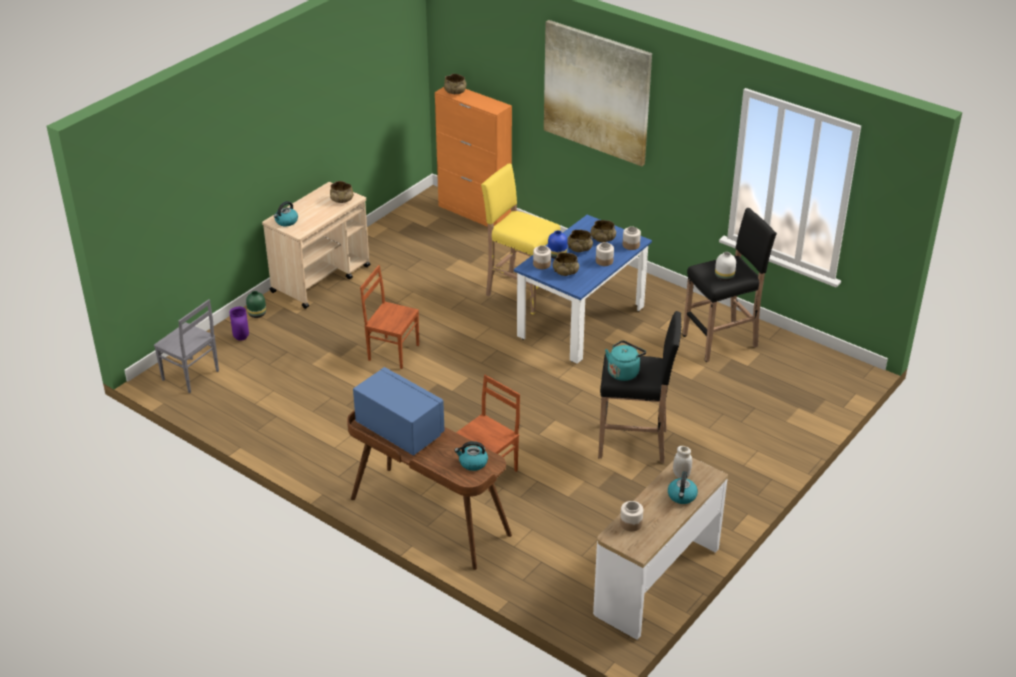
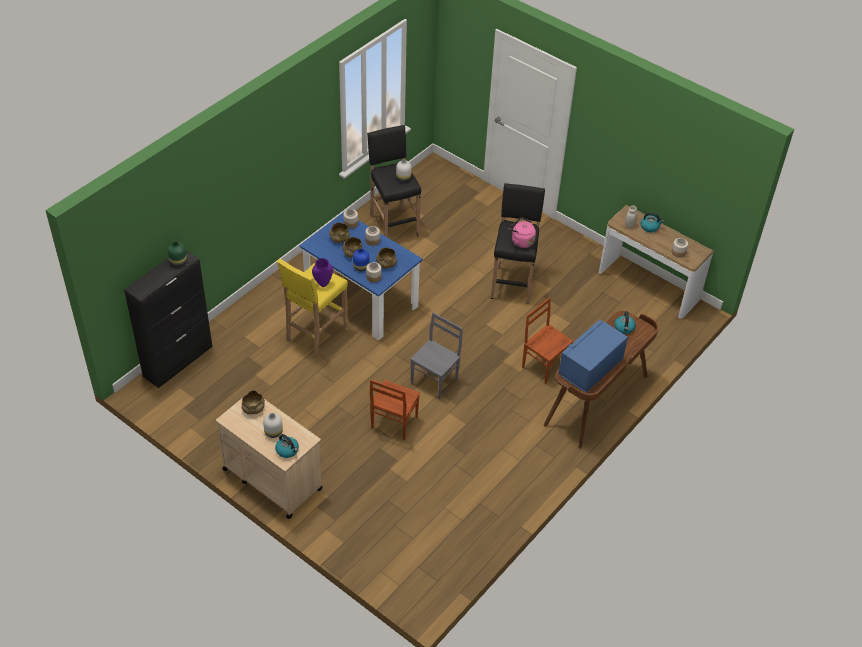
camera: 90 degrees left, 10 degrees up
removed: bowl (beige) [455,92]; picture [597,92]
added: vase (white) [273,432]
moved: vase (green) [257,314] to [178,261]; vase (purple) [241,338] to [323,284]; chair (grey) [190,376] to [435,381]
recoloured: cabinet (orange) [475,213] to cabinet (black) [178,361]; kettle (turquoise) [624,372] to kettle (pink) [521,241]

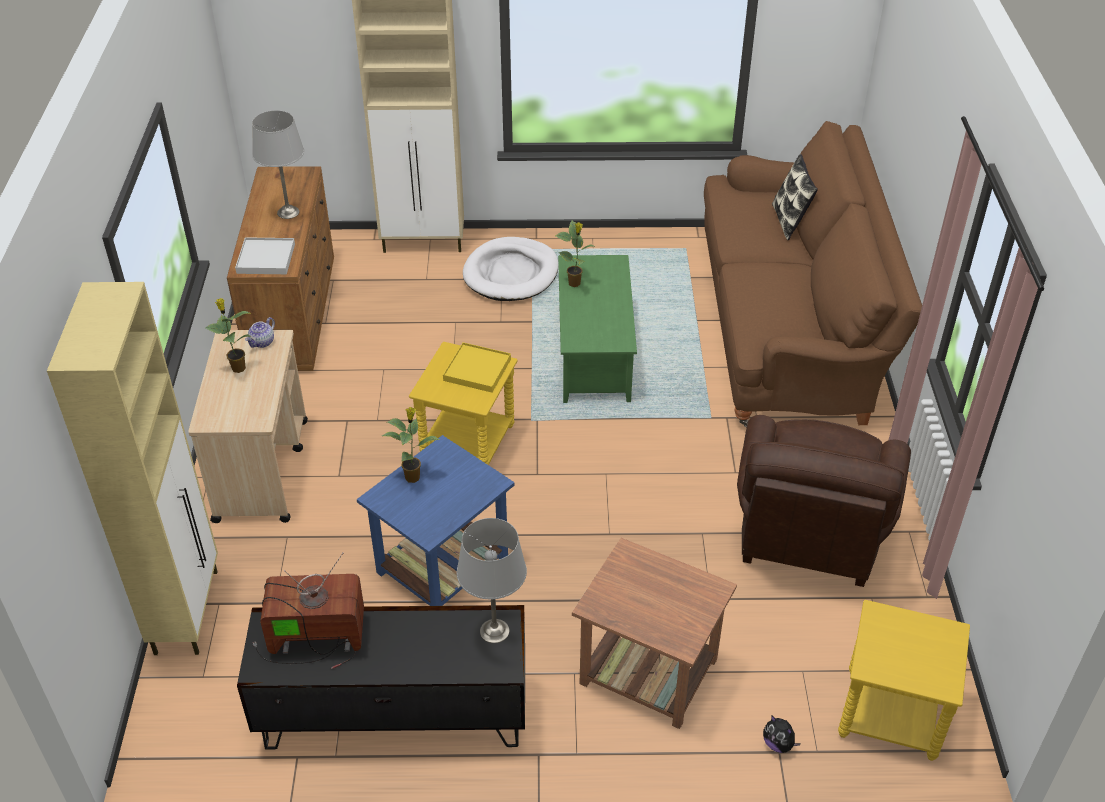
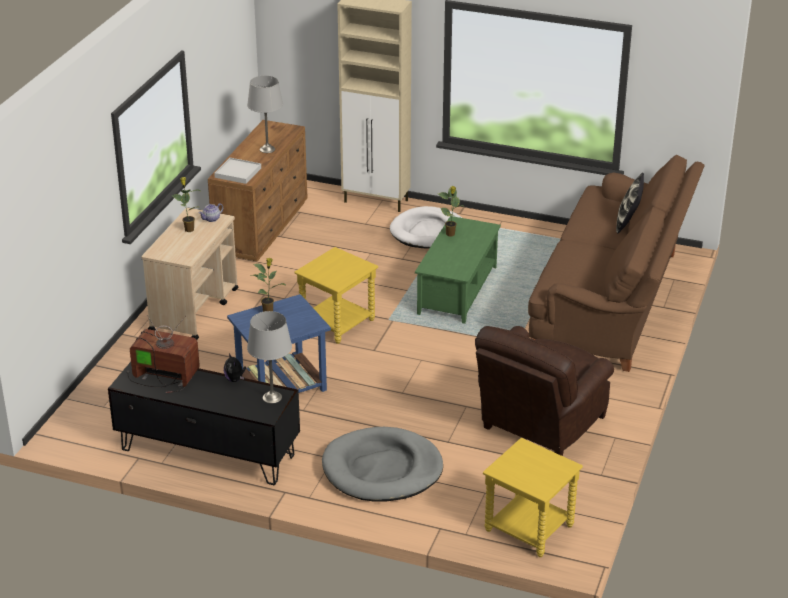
camera: 20 degrees right, 10 degrees down
removed: cabinet (beige) [187,610]; tray (yellow) [477,370]
moved: plush toy [778,744] to [235,379]
replaced: side table (brown) [650,672] to dog bed (grey) [382,469]

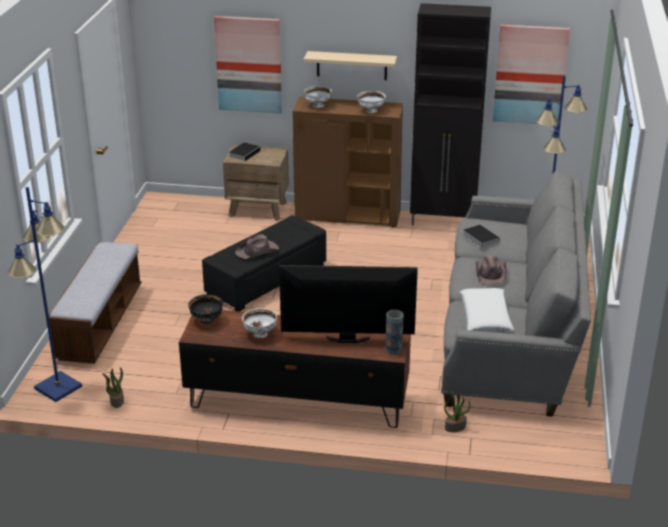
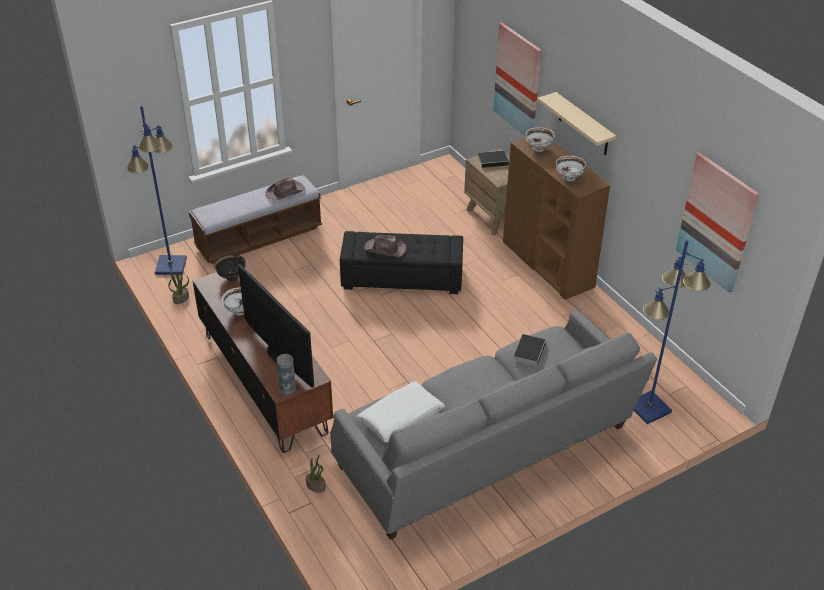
camera: 50 degrees right, 10 degrees up
removed: cabinet (black) [443,222]
moved: hat (brown) [491,273] to [285,192]

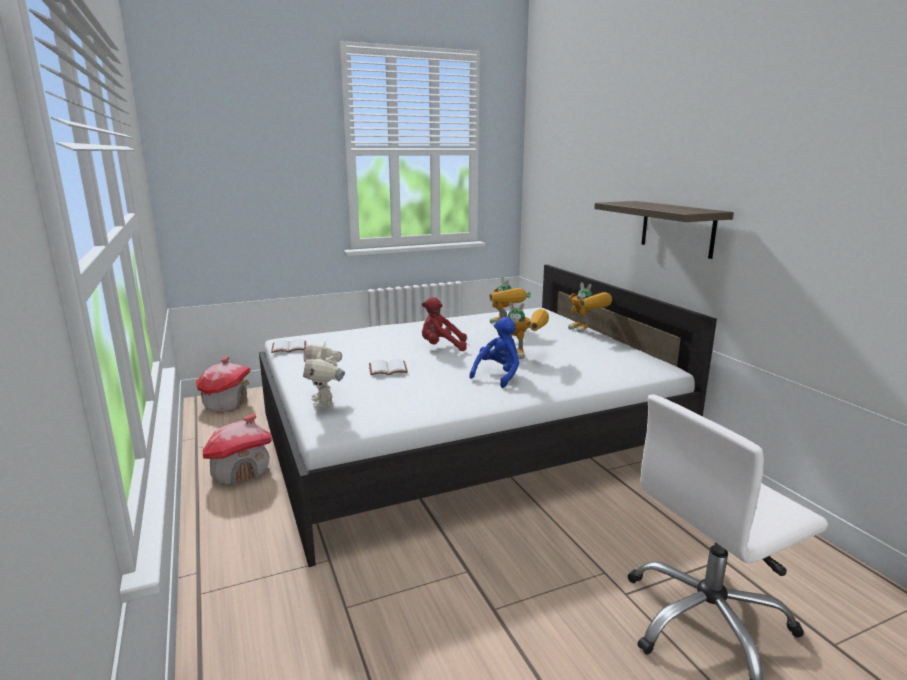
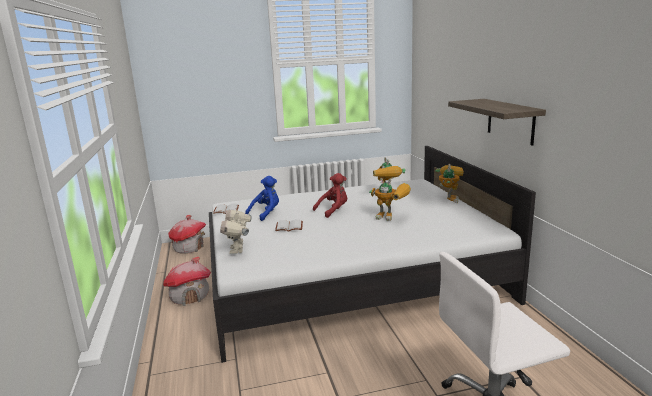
camera: 10 degrees right, 0 degrees up
moved: plush toy (blue) [498,375] to [266,213]
turned: plush toy (red) [441,347] = [333,210] 135 degrees clockwise; toy robot [587,331] = [450,198] 135 degrees counterclockwise

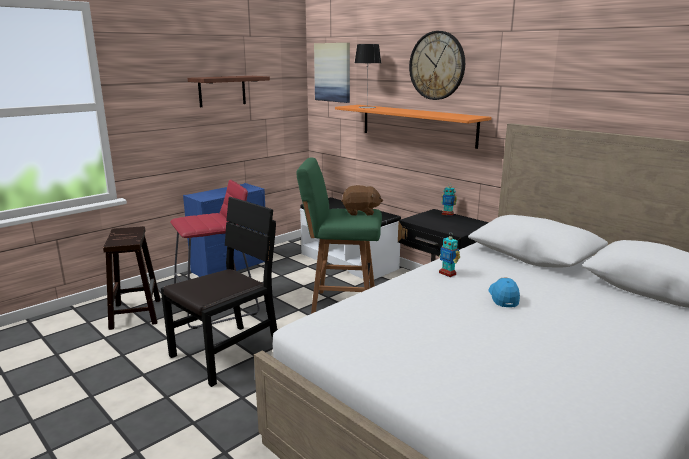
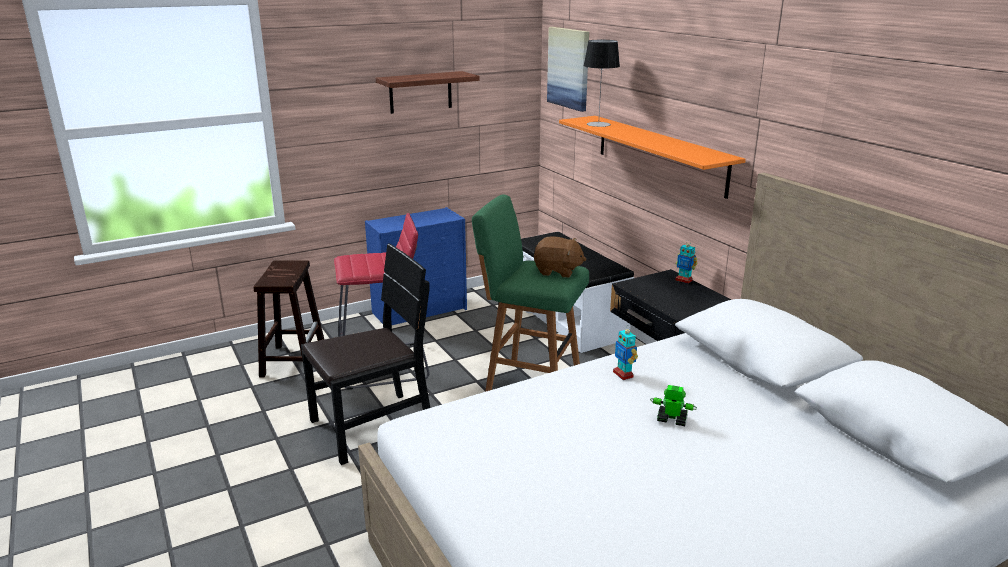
camera: 15 degrees right, 5 degrees up
removed: wall clock [437,65]
replaced: cap (blue) [503,297] to toy robot [671,419]

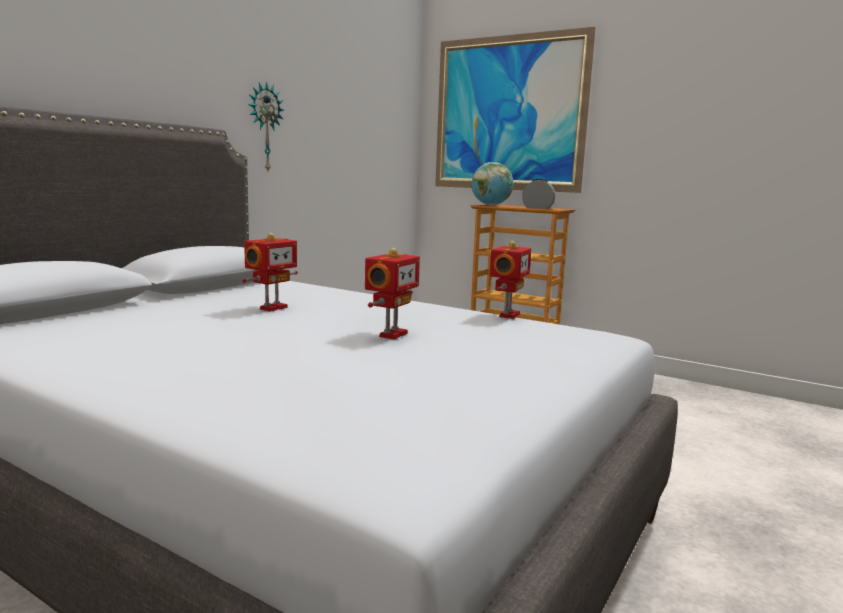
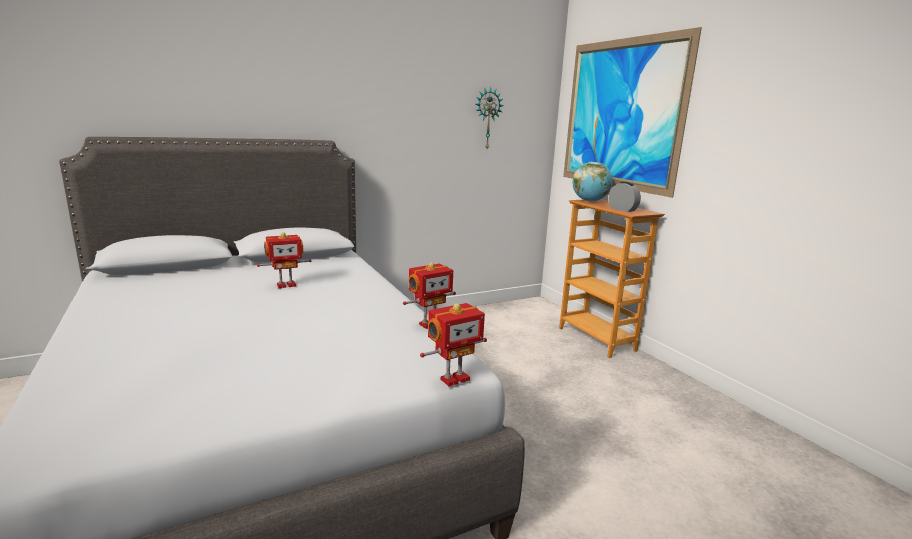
camera: 30 degrees right, 5 degrees up
moved: toy robot [391,335] to [454,378]; wall clock [264,127] to [487,119]

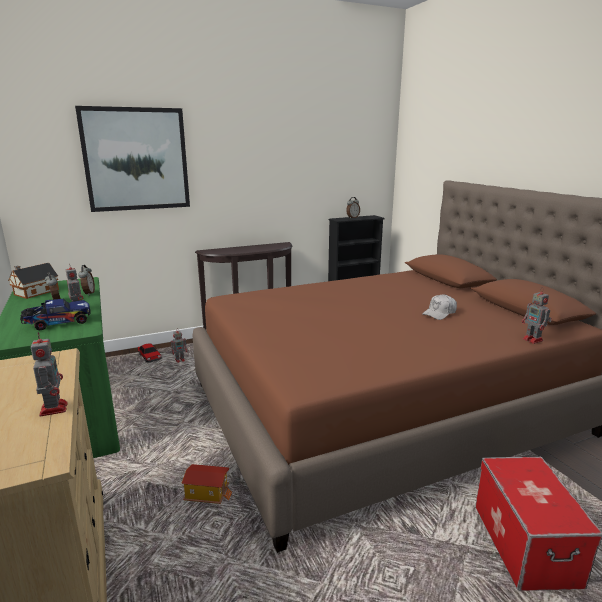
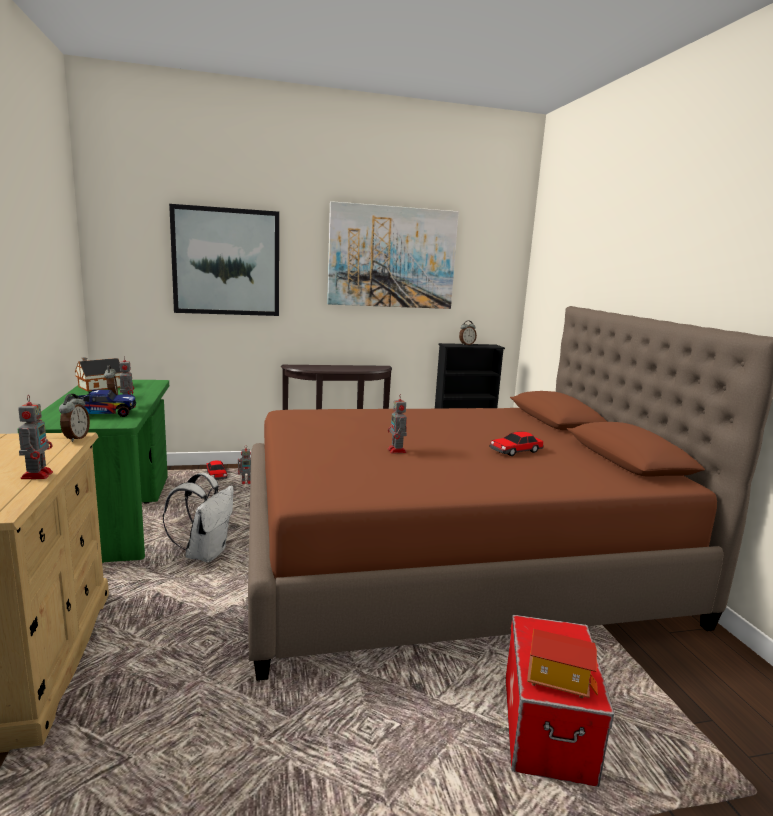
camera: 10 degrees right, 5 degrees down
added: backpack (white) [205,553]; picture [392,257]
moved: alarm clock [88,293] to [75,438]; toy robot [533,340] to [397,451]; toy house [207,494] to [558,679]
replaced: cap (white) [439,313] to toy car [515,451]

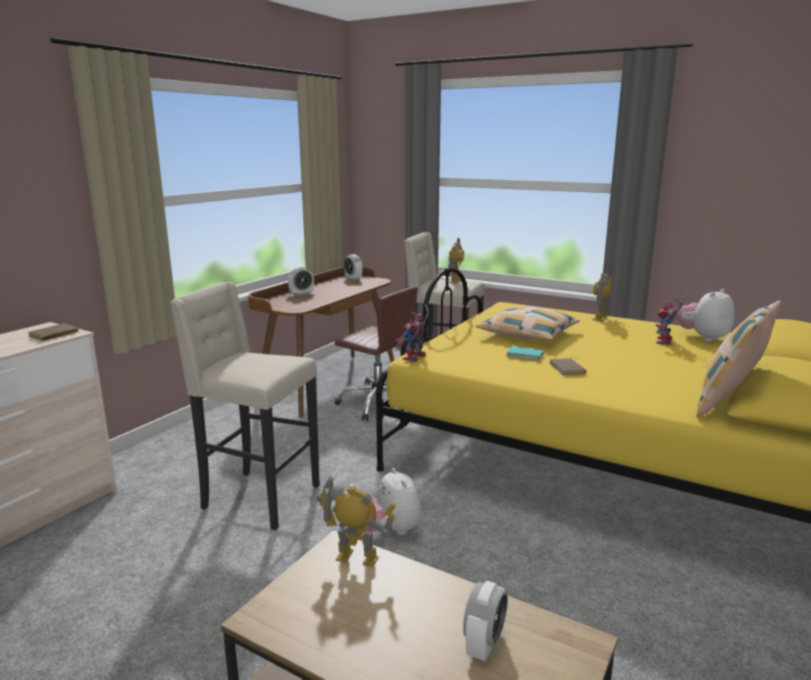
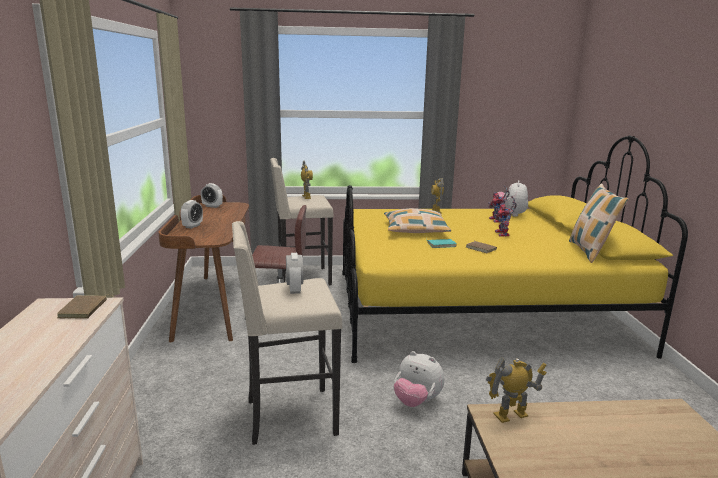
camera: 35 degrees left, 0 degrees up
moved: alarm clock [484,644] to [294,289]; toy robot [414,358] to [504,234]

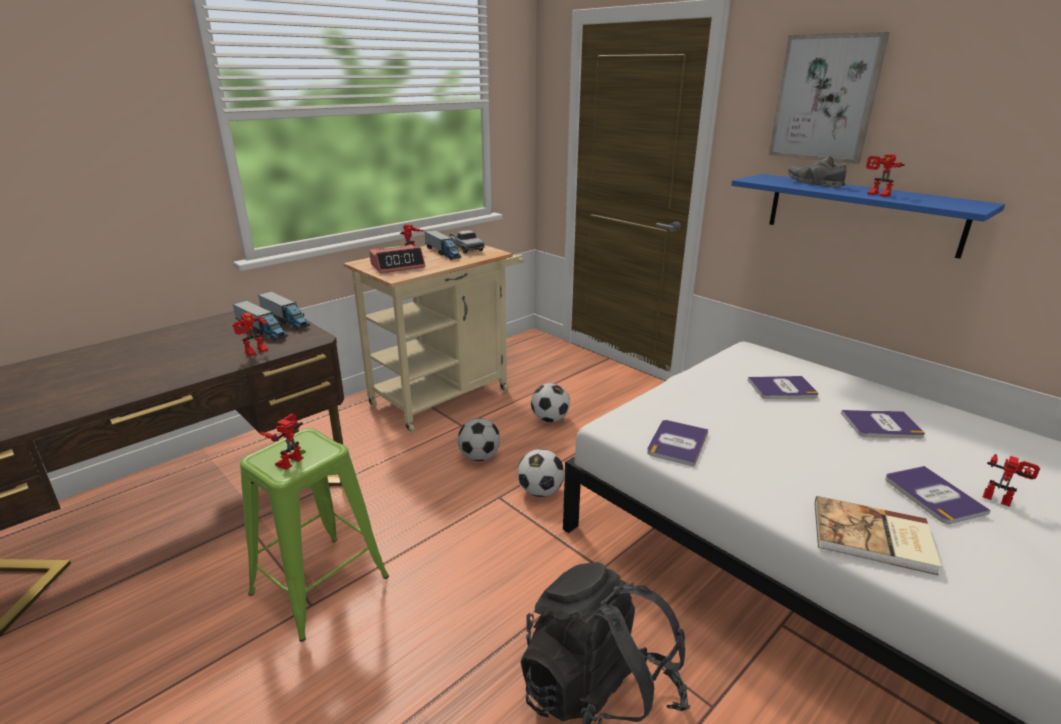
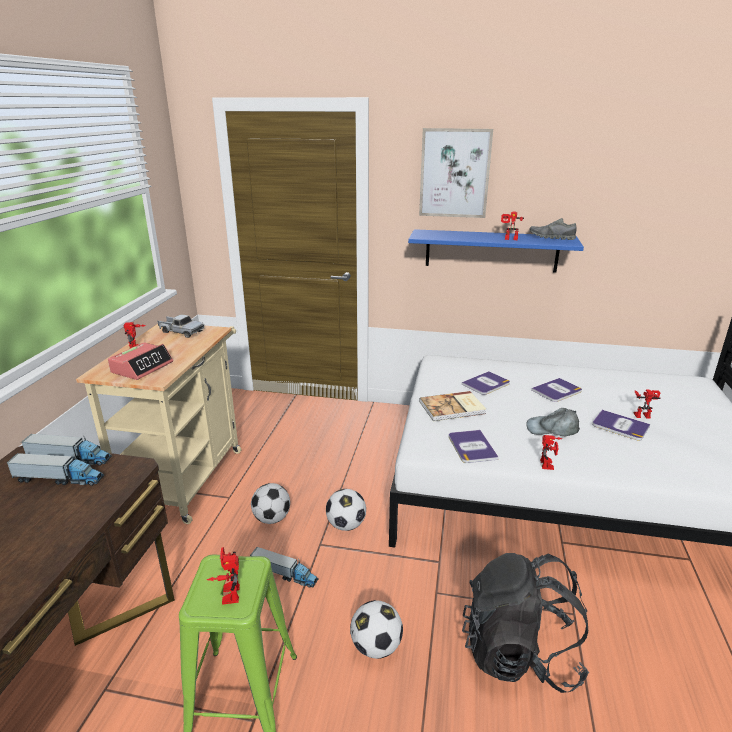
camera: 35 degrees left, 0 degrees up
added: cap (grey) [552,428]
moved: toy truck [443,252] to [284,574]; football [550,419] to [376,646]; book [873,538] to [453,408]; shoe (grey) [814,183] to [551,238]; toy robot [256,352] to [549,465]

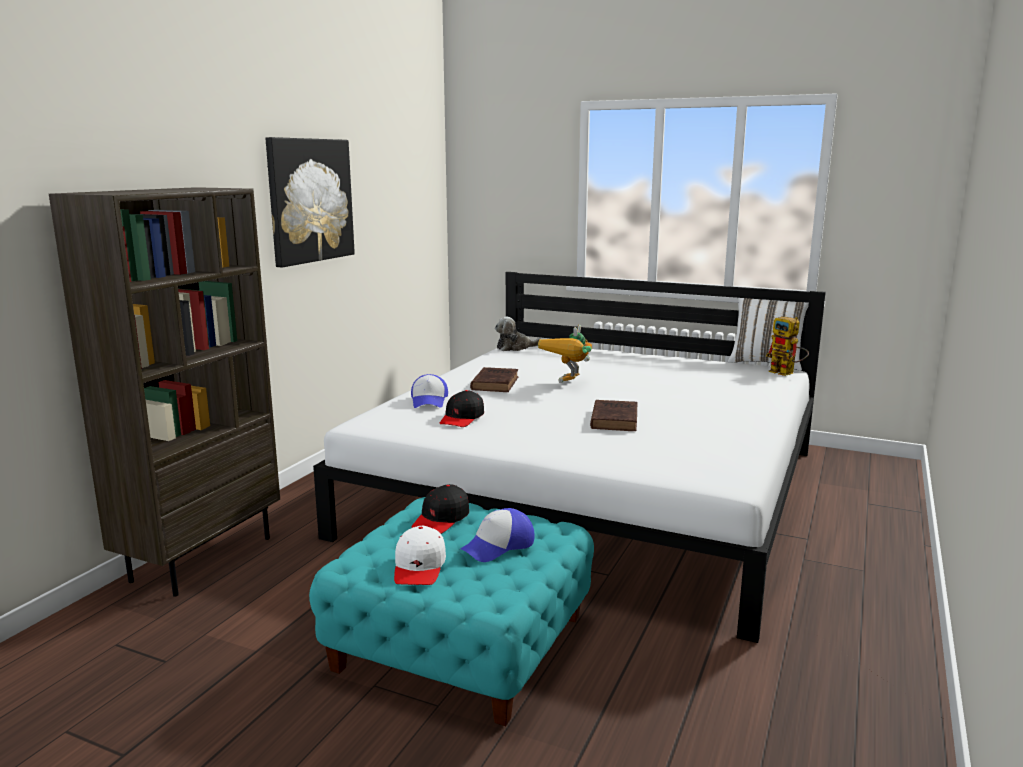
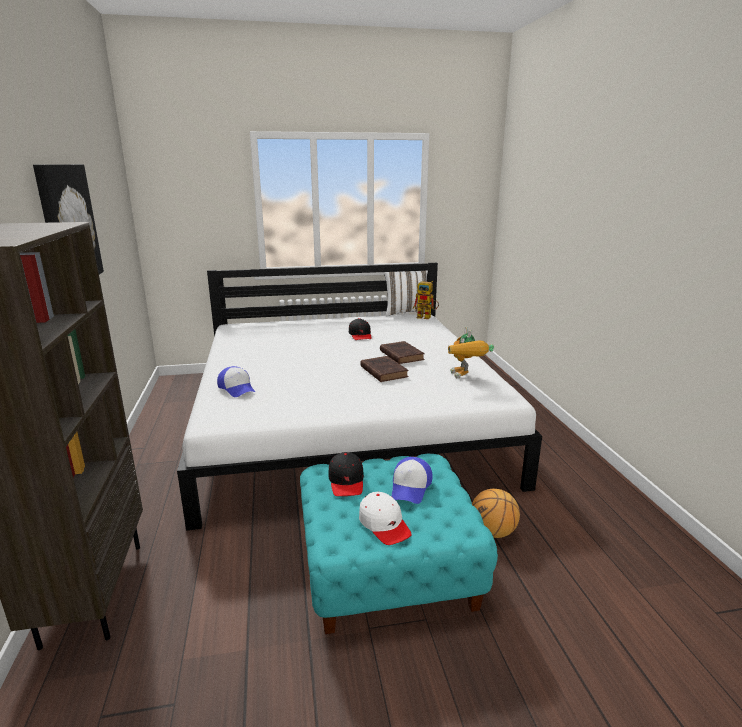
camera: 35 degrees left, 5 degrees up
removed: plush toy [515,347]
added: basketball [493,532]
moved: cap (black) [462,418] to [360,335]; book (brown) [495,383] to [401,355]; toy robot [570,384] to [466,377]

